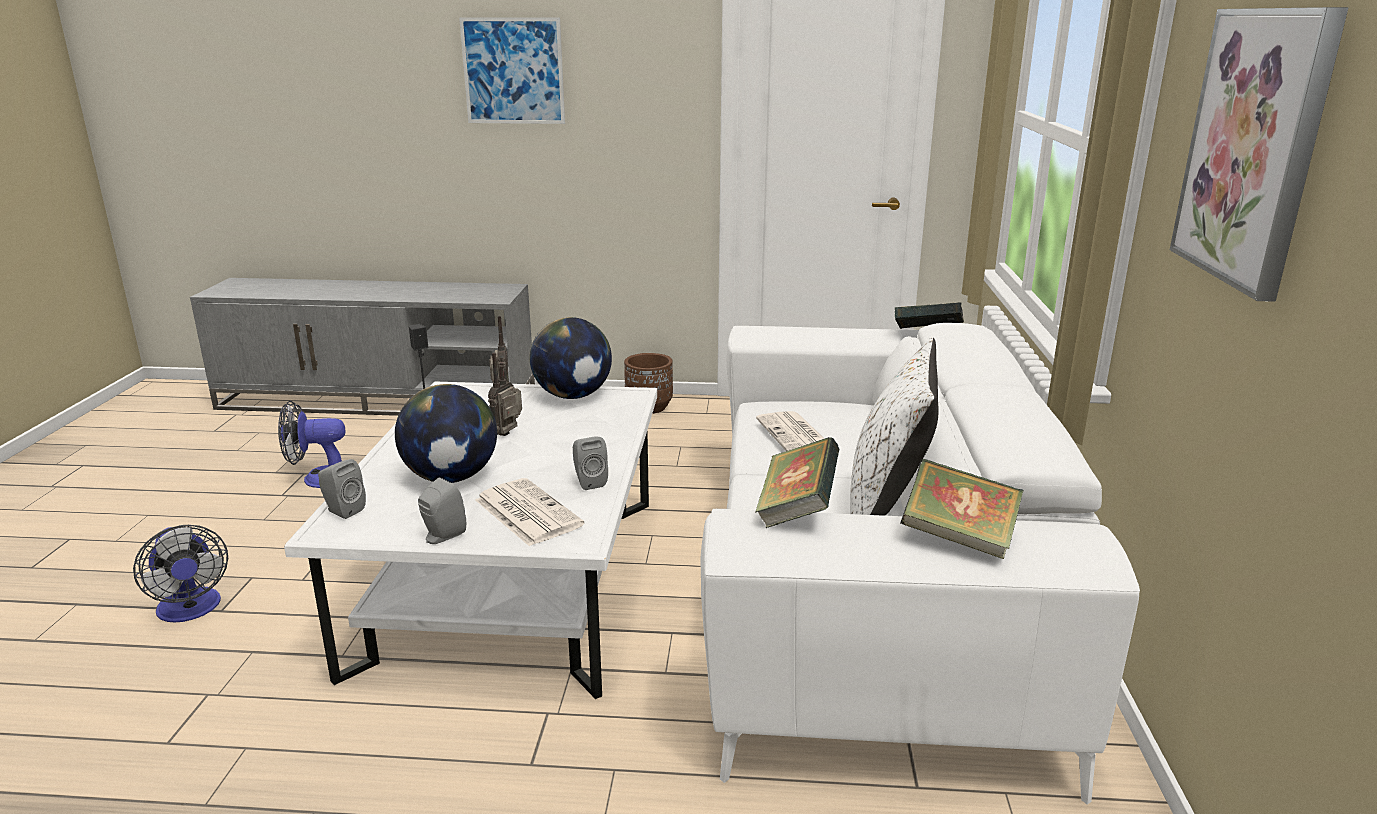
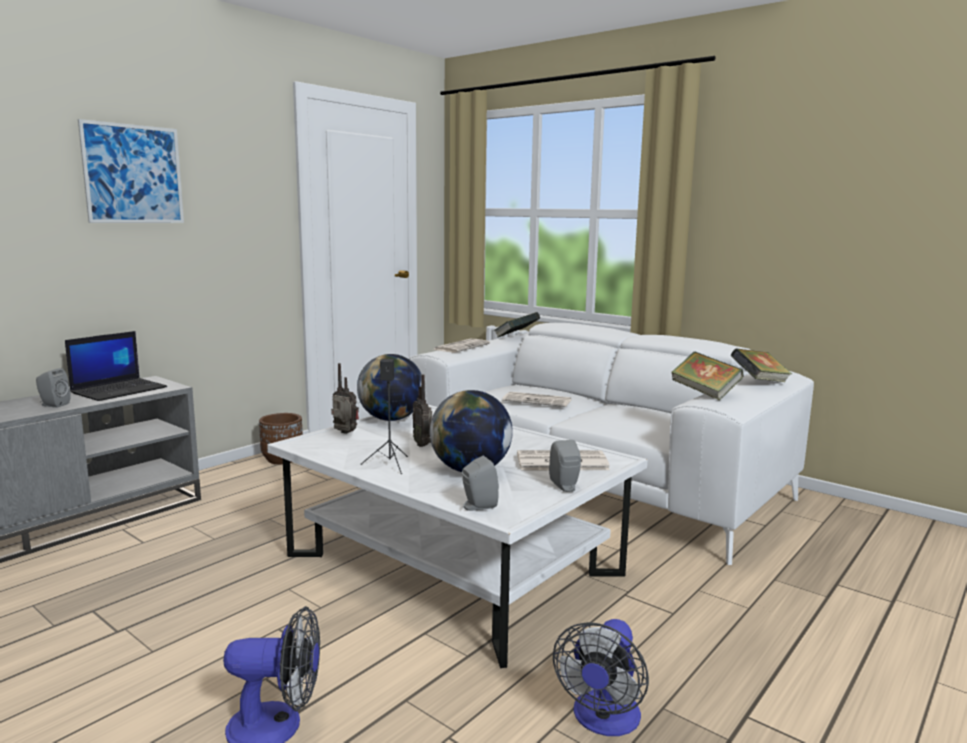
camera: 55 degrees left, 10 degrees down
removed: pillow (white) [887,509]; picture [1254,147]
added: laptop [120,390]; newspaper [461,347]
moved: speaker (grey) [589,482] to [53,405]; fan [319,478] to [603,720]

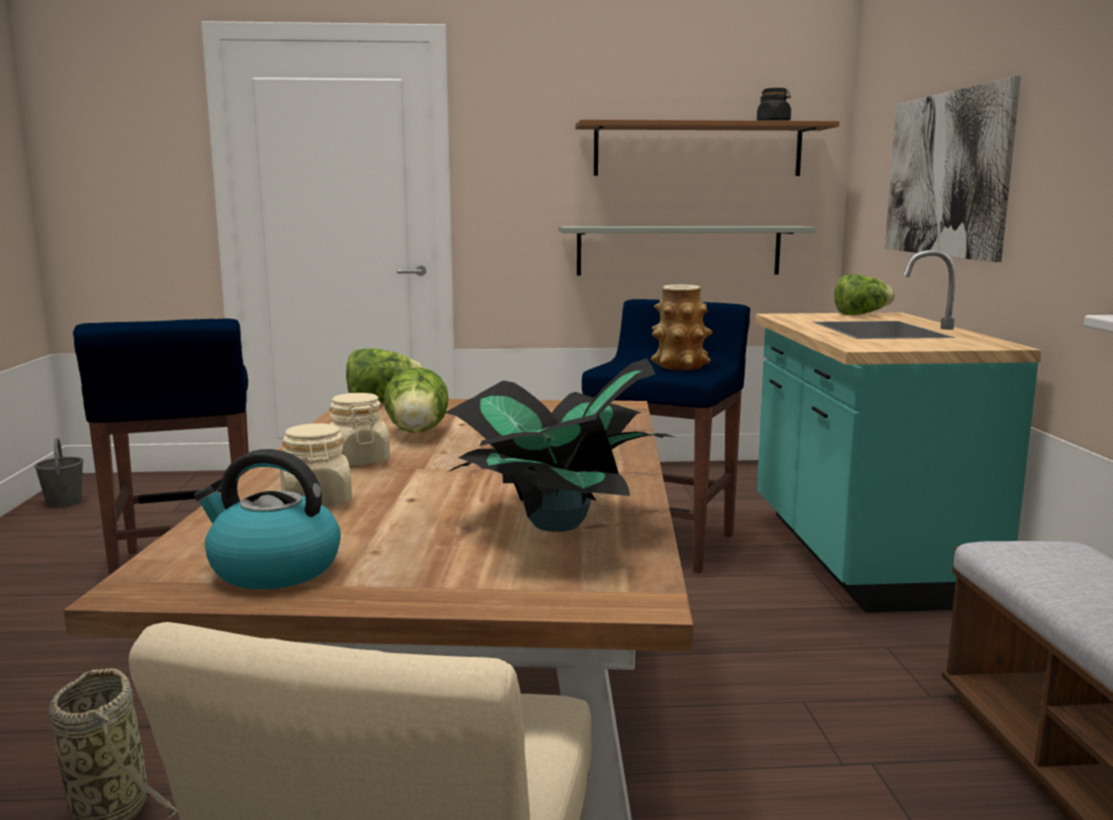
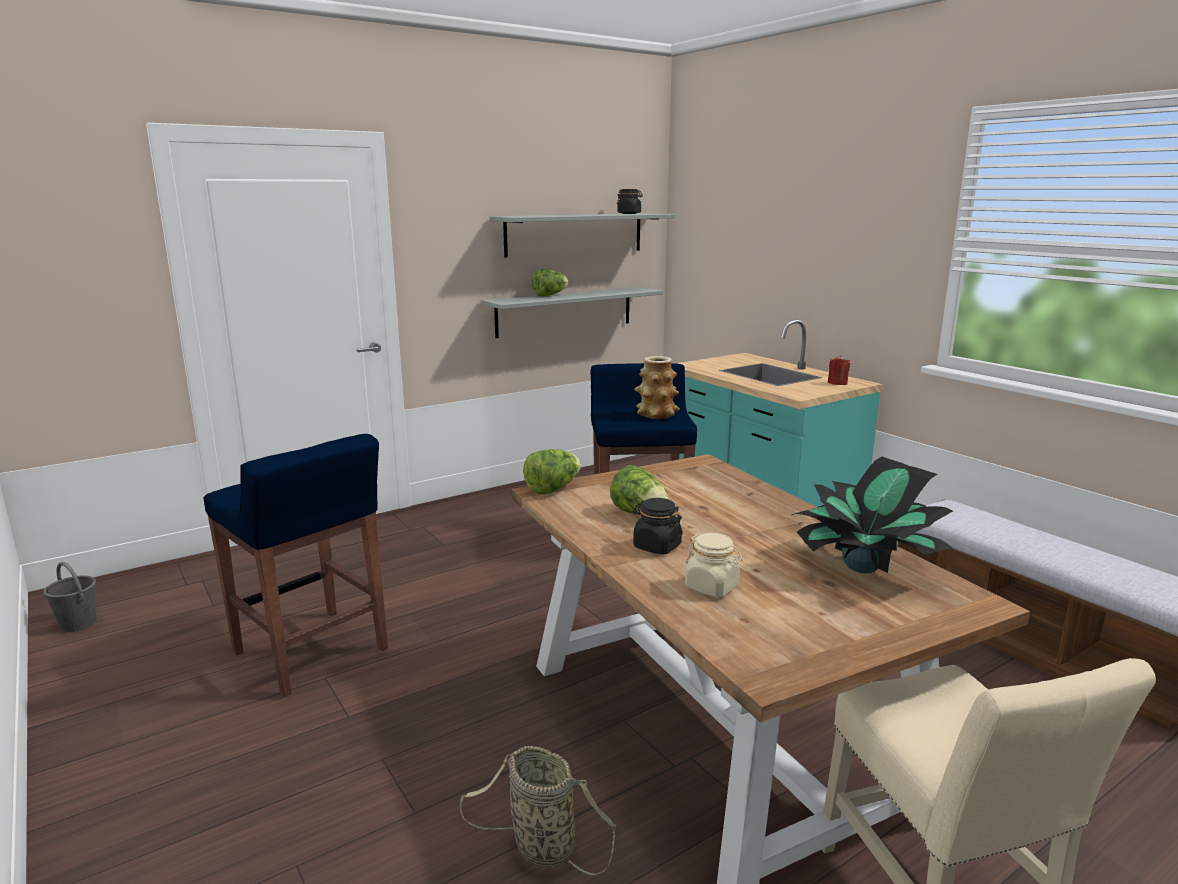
camera: 30 degrees left, 5 degrees up
removed: kettle [272,569]; picture [945,174]
added: candle (red) [837,383]
moved: lettuce [861,314] to [549,295]
recoloured: shelf (brown) [698,150] to shelf (grey) [575,234]; jar (beige) [357,460] to jar (black) [656,546]

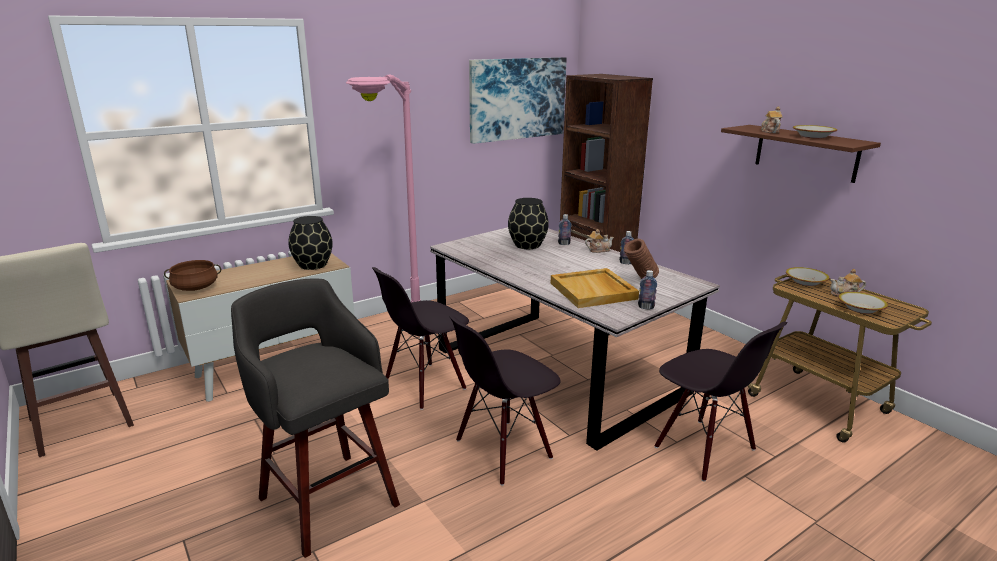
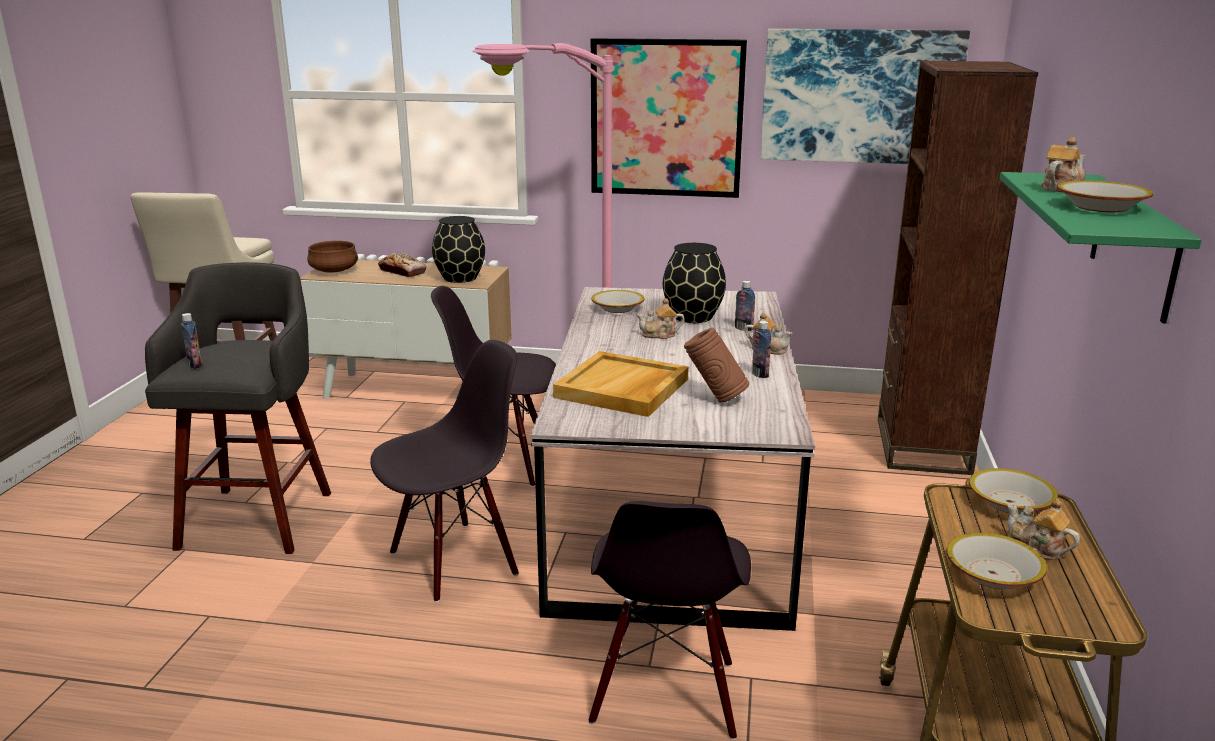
camera: 45 degrees right, 0 degrees up
added: bread [402,272]; picture [666,118]; bowl [617,308]; teapot [660,335]
moved: bottle [646,307] to [195,365]
recoloured: shelf (brown) [806,153] to shelf (green) [1134,245]
turned: chair (black) [503,450] = [453,562] 135 degrees clockwise

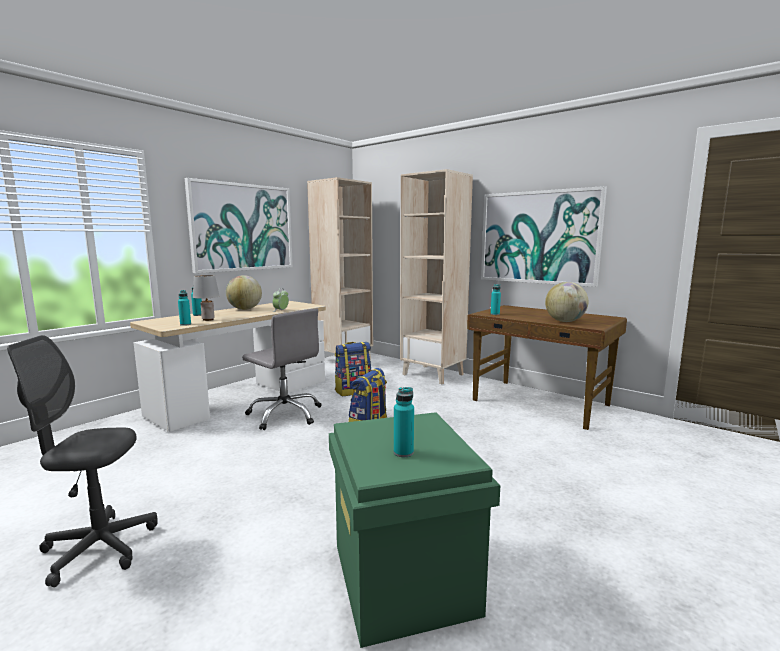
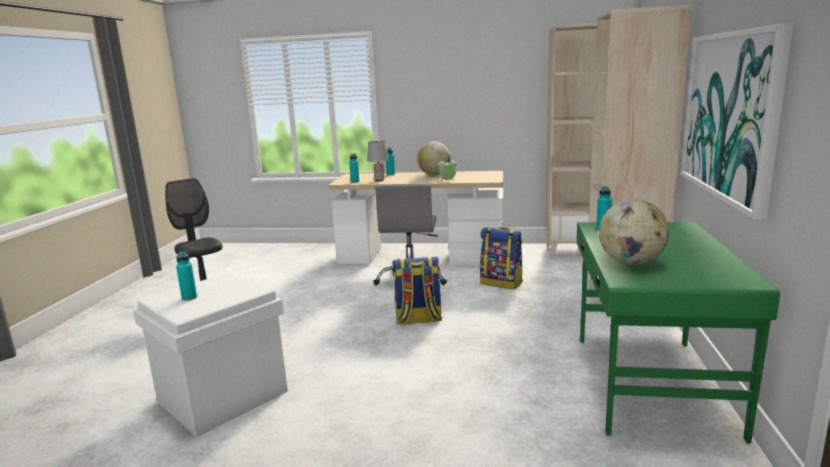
camera: 60 degrees right, 5 degrees up
removed: picture [242,227]
recoloured: storage box (green) [405,579] to storage box (white) [222,397]; desk (brown) [540,403] to desk (green) [649,383]

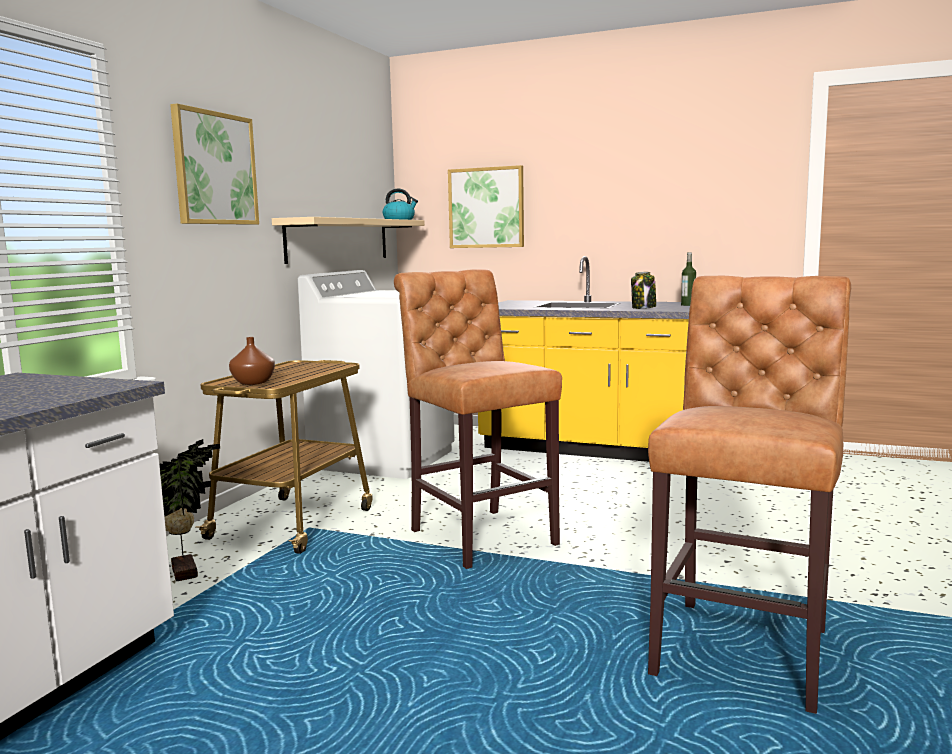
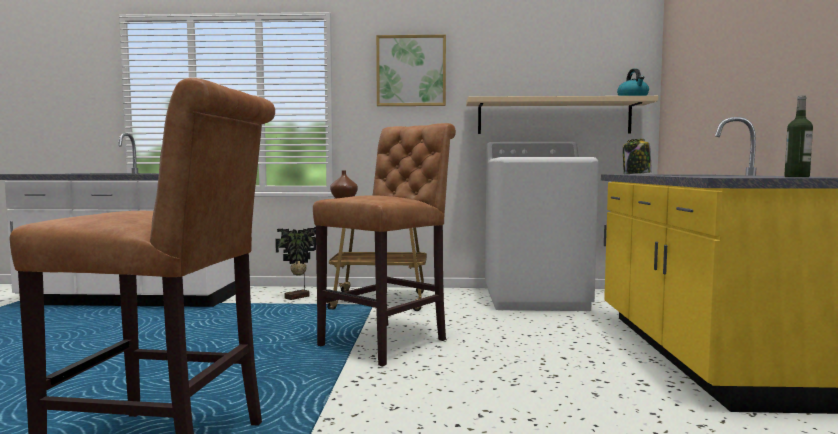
camera: 70 degrees right, 5 degrees down
removed: picture [486,208]
moved: jar [643,307] to [636,174]

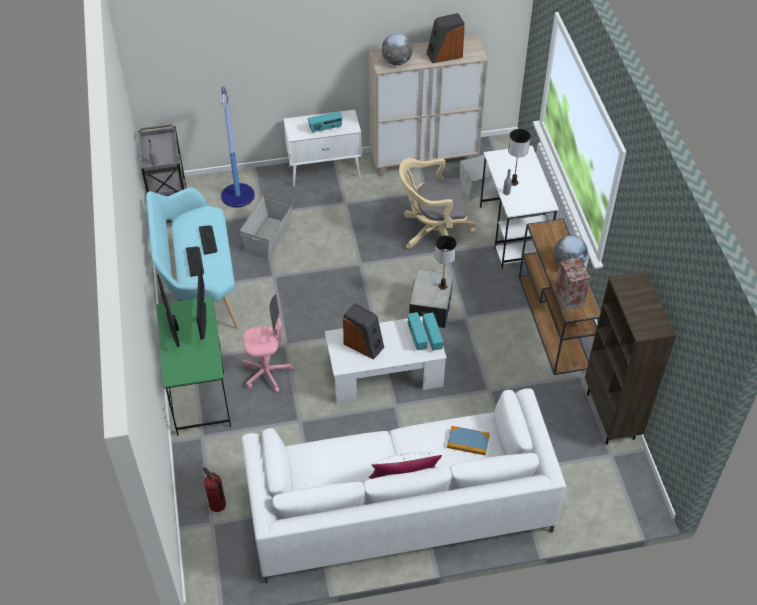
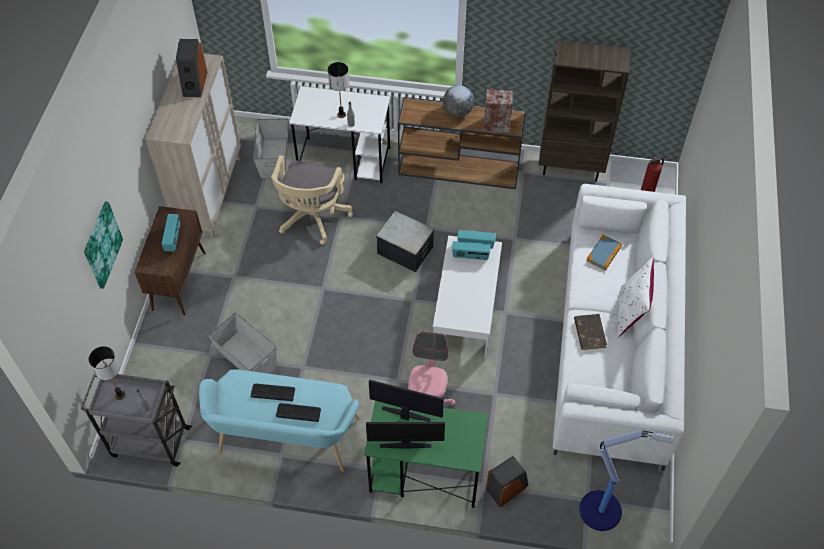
camera: 70 degrees left, 5 degrees up
removed: globe [397,61]
added: picture [101,245]; book (brown) [589,332]
moved: table lamp [442,286] to [120,395]; speaker [364,345] to [507,488]; floor lamp [238,196] to [602,510]; fire extinguisher [217,505] to [647,191]
recoloured: cabinet (white) [325,171] to cabinet (brown) [179,281]

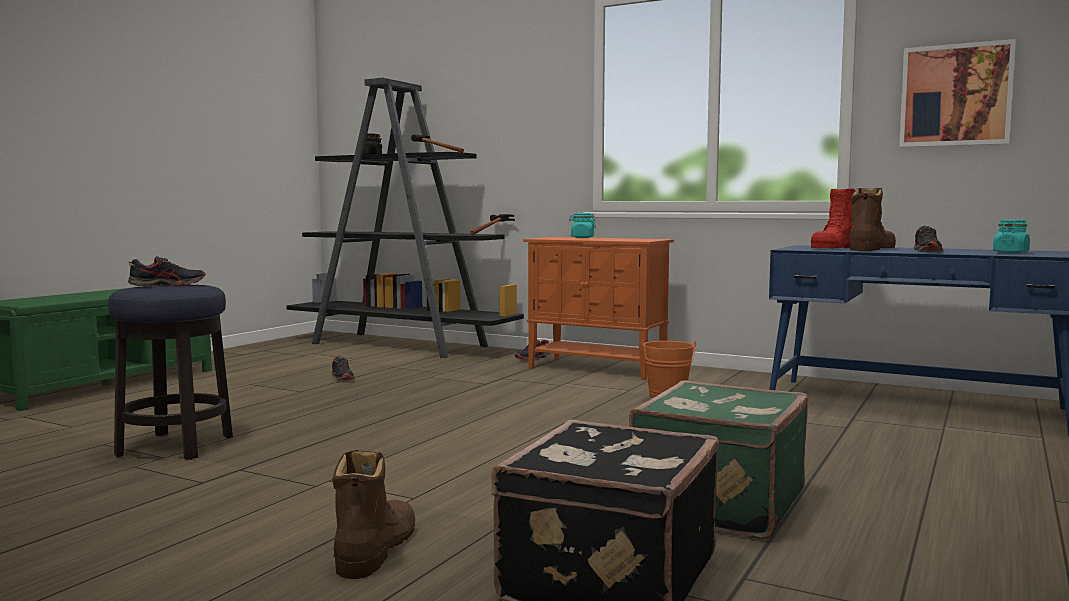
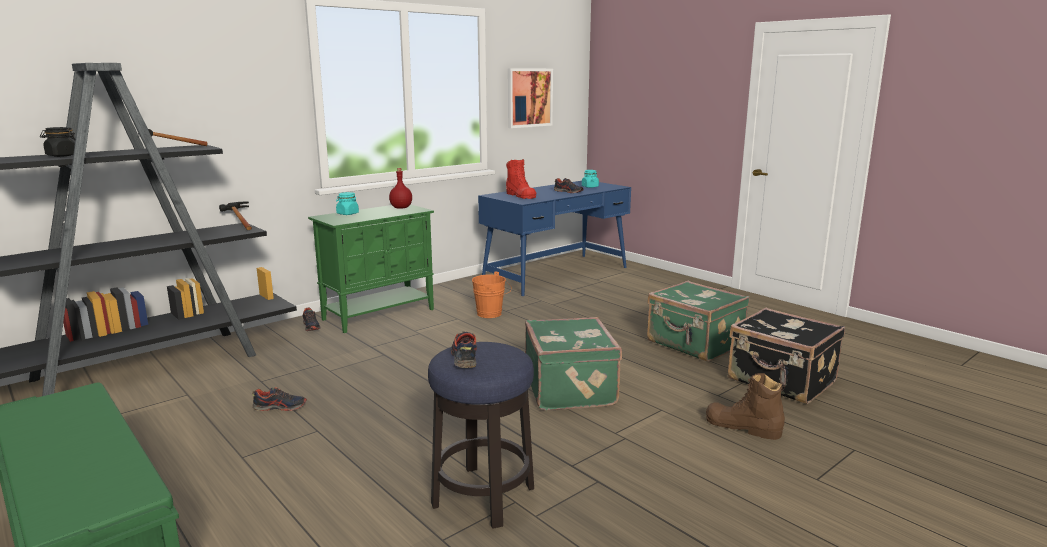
camera: 70 degrees left, 10 degrees up
removed: boot (brown) [871,249]
added: bottle (red) [401,208]; suitcase (green) [571,389]
recoloured: cabinet (orange) [598,368] to cabinet (green) [379,314]

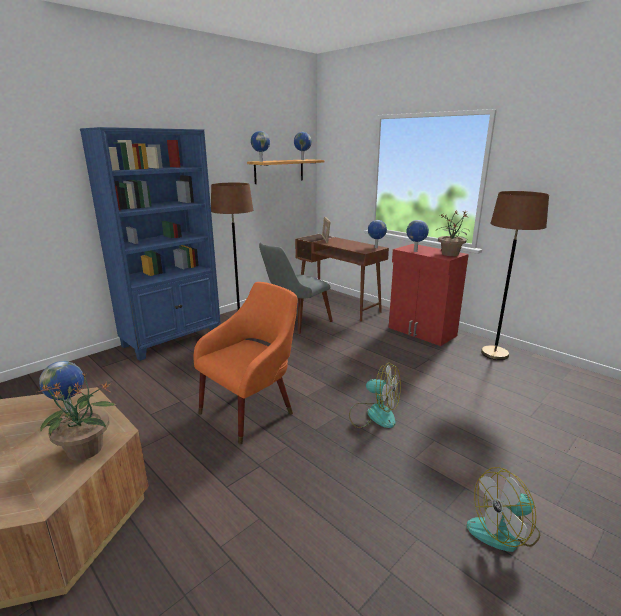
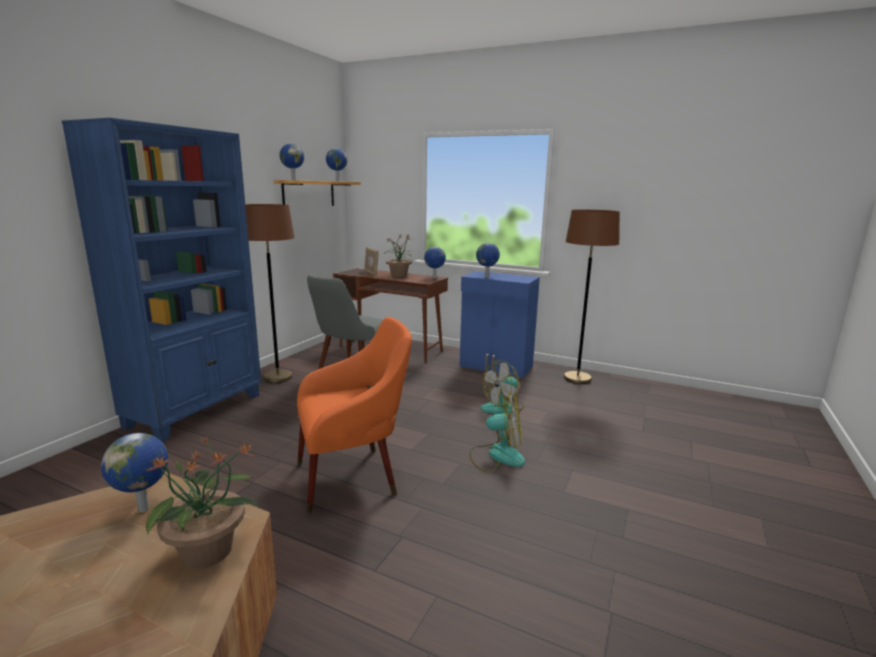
camera: 20 degrees left, 5 degrees down
moved: potted plant [450,254] to [399,275]; fan [504,531] to [503,407]
recoloured: cabinet (red) [421,332] to cabinet (blue) [496,366]
turned: armchair (orange) [251,410] = [353,476] 45 degrees clockwise

